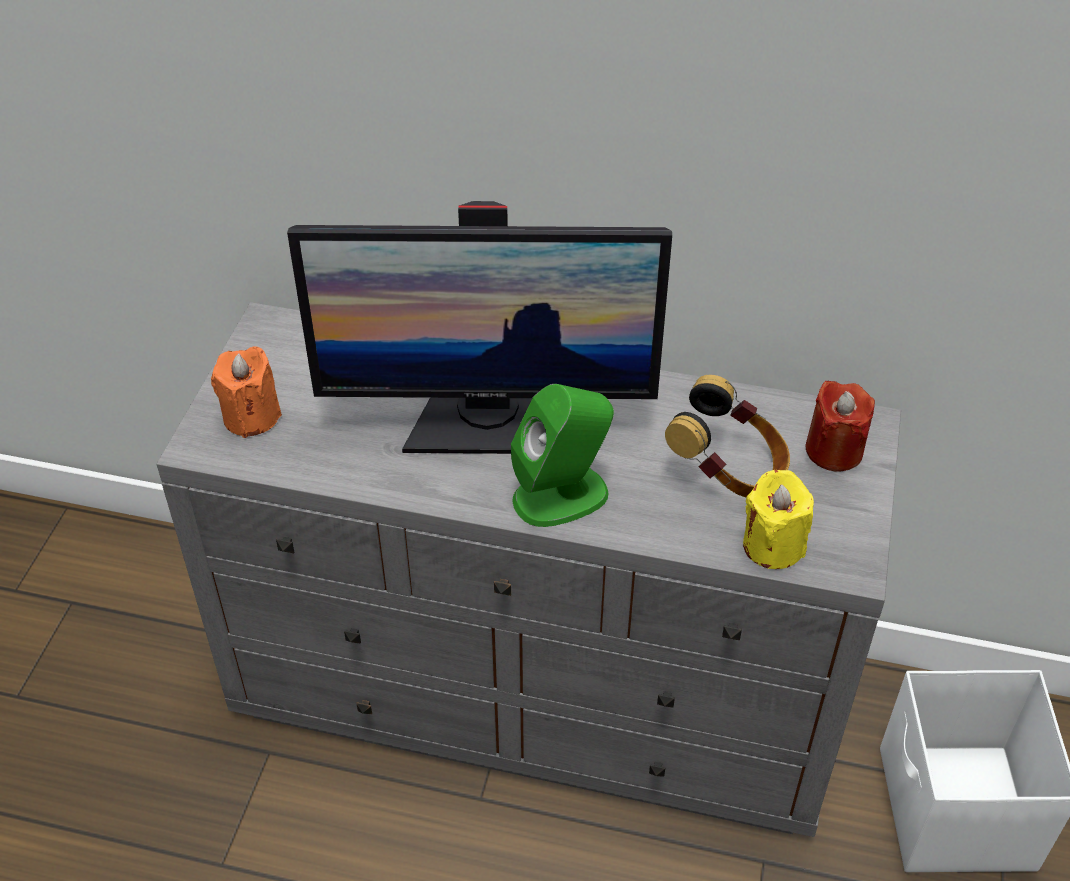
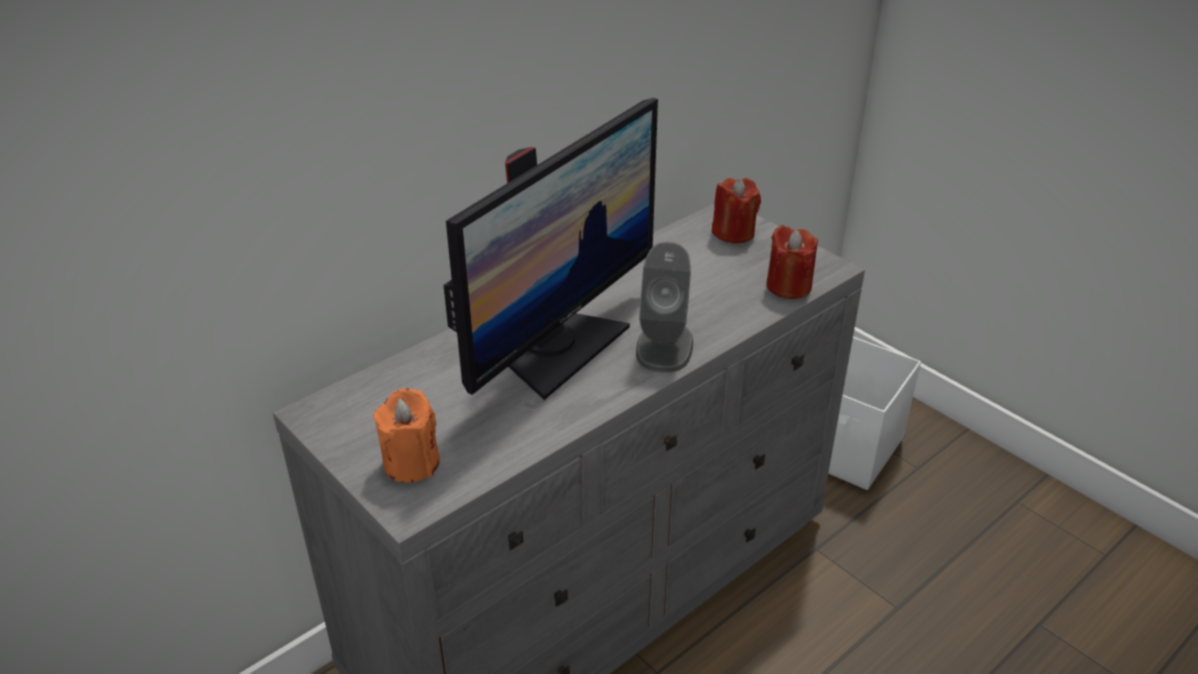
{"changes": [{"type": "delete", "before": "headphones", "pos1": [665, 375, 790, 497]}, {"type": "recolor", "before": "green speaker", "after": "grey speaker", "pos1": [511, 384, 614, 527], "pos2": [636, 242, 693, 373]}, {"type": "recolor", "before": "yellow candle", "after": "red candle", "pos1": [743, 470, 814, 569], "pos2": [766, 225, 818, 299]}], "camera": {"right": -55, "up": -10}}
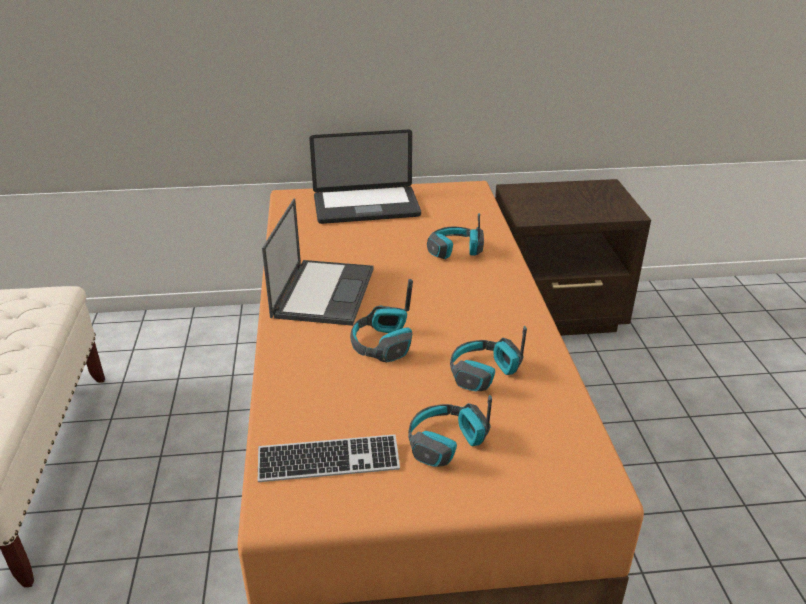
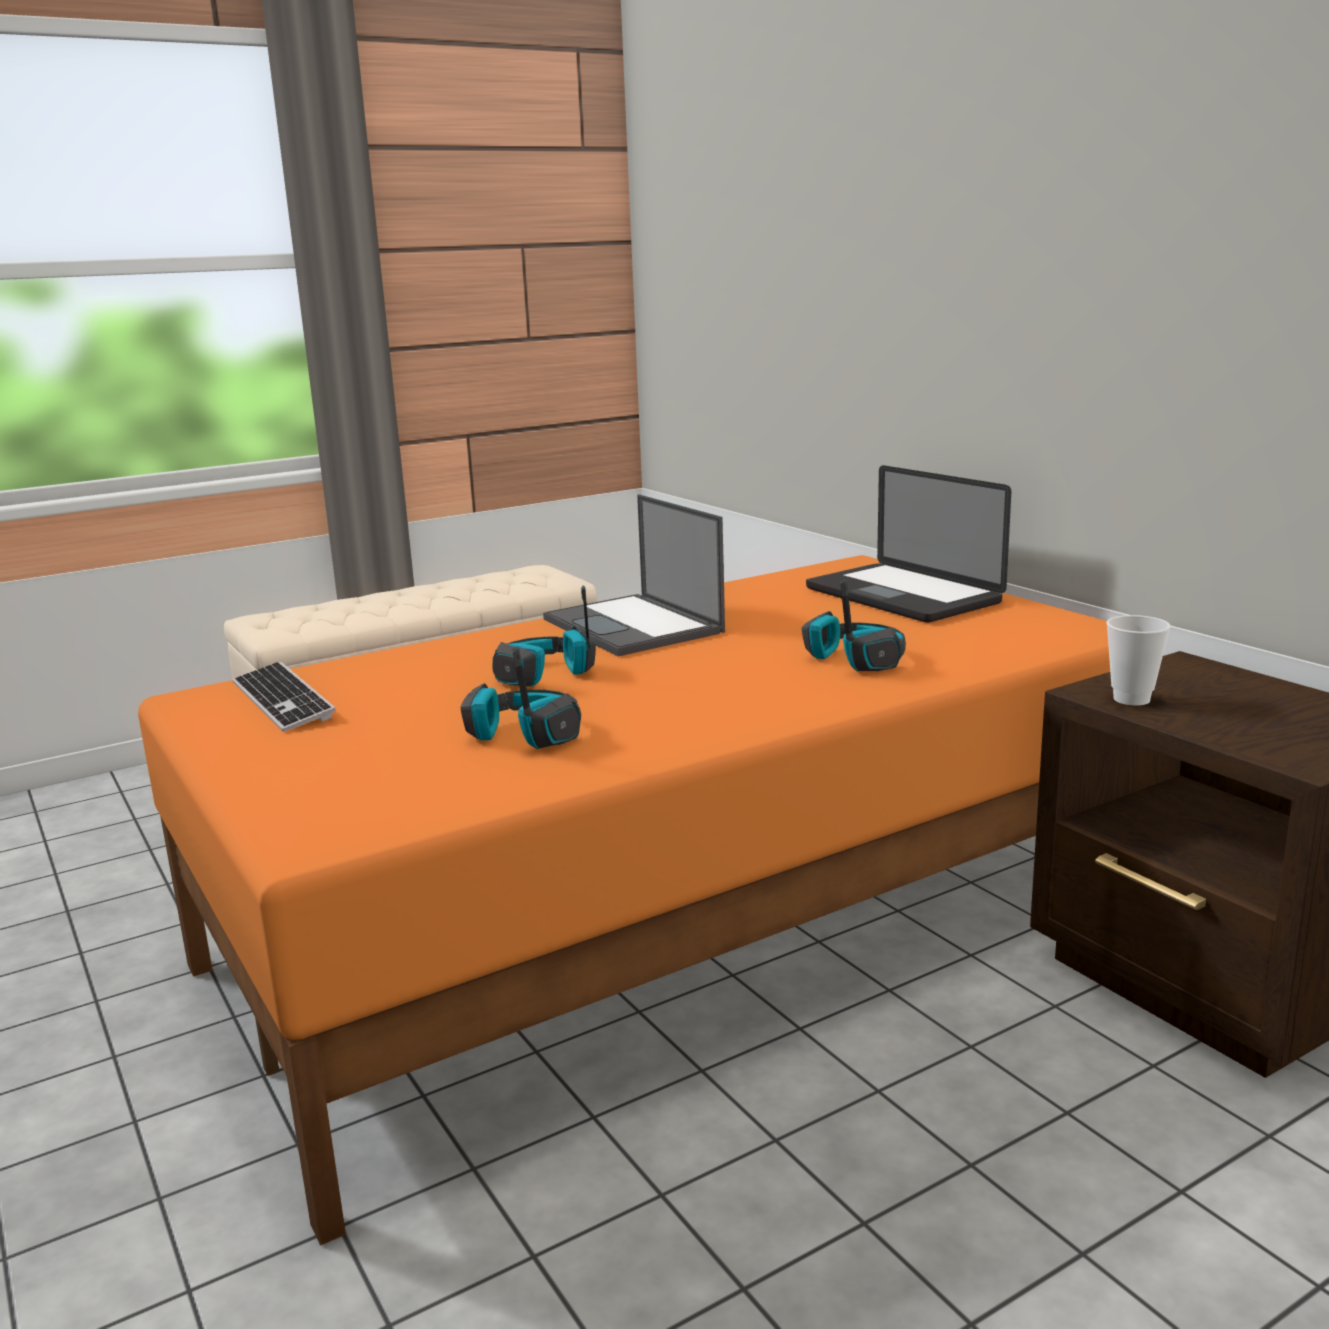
{"changes": [{"type": "delete", "before": "headphones", "pos1": [408, 395, 492, 467]}, {"type": "insert", "after": "cup", "pos2": [1106, 615, 1171, 706]}, {"type": "rotate", "before": "laptop", "pos1": [262, 199, 373, 326], "pos2": [543, 494, 725, 656], "turn": 75}], "camera": {"right": 65, "up": -15}}
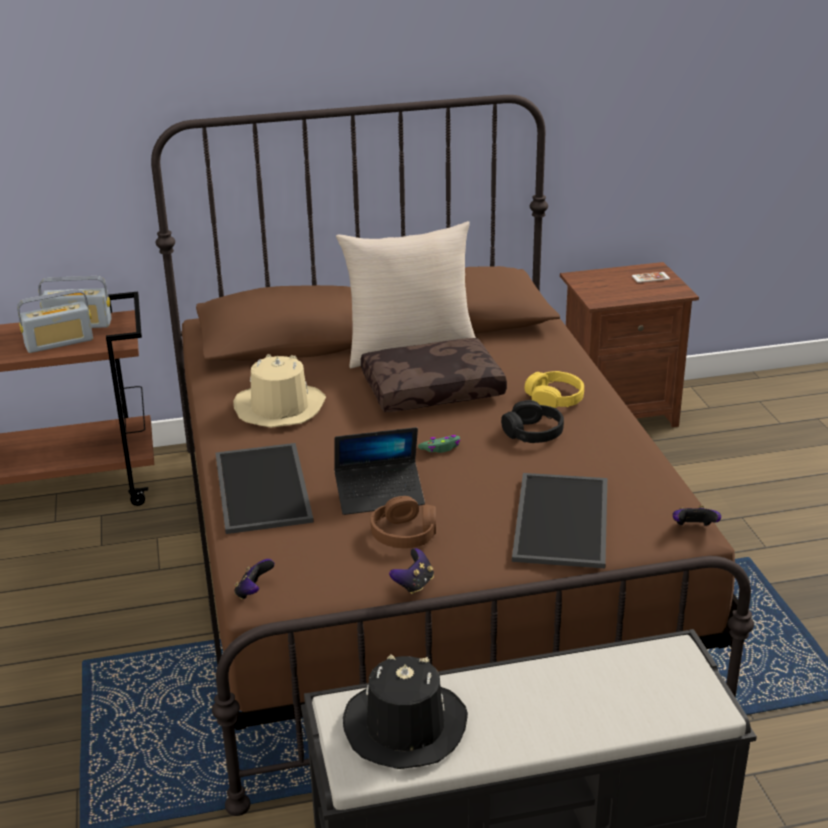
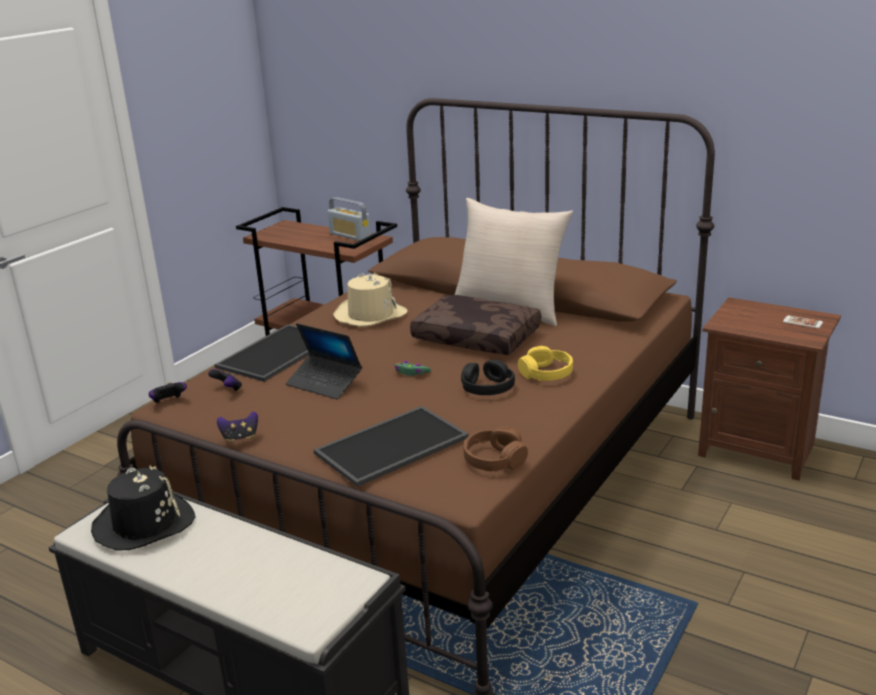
{"changes": [{"type": "delete", "before": "radio", "pos1": [17, 289, 93, 353]}, {"type": "move", "before": "brown headphones", "pos1": [370, 496, 436, 548], "pos2": [464, 427, 528, 471]}, {"type": "move", "before": "game controller", "pos1": [673, 506, 721, 526], "pos2": [208, 369, 242, 391]}], "camera": {"right": 45, "up": -5}}
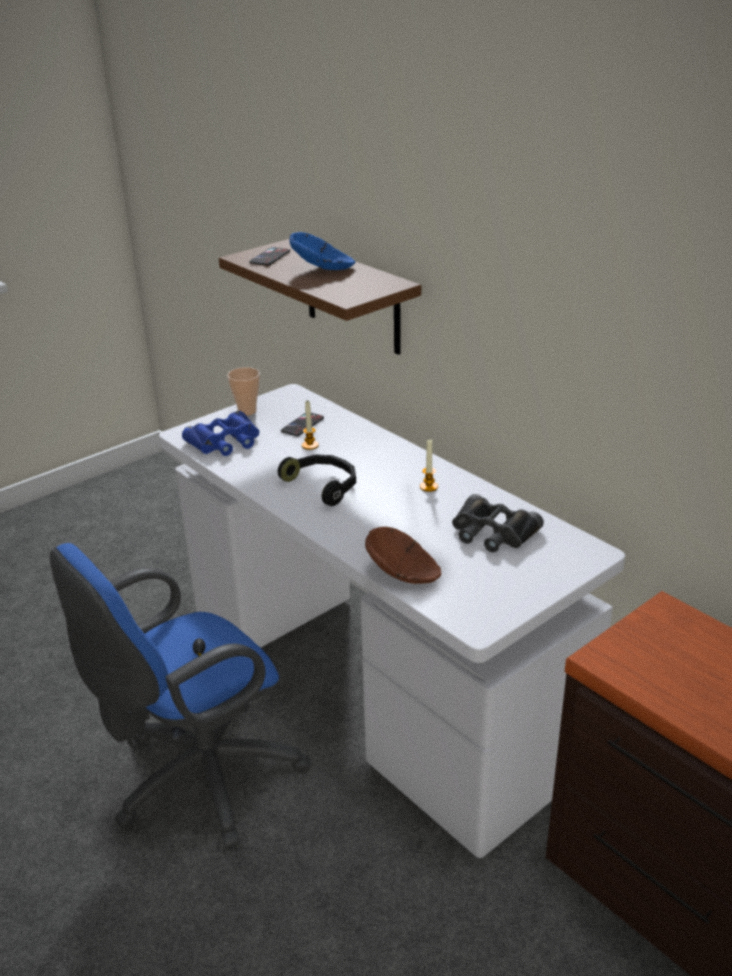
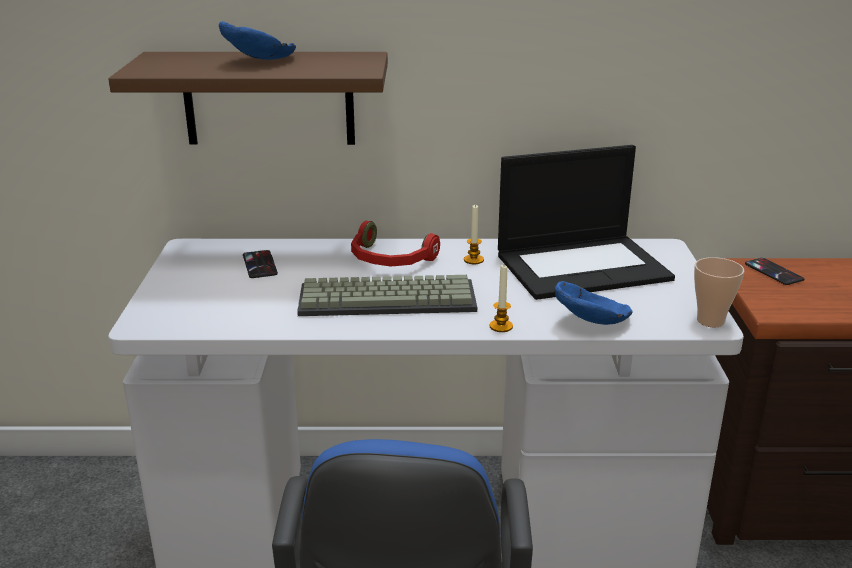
{"changes": [{"type": "delete", "before": "blue binoculars", "pos1": [182, 411, 259, 456]}, {"type": "insert", "after": "red headphones", "pos2": [351, 221, 440, 267]}, {"type": "move", "before": "cup", "pos1": [227, 367, 260, 415], "pos2": [694, 257, 744, 327]}, {"type": "move", "before": "phone", "pos1": [249, 247, 290, 265], "pos2": [745, 258, 804, 285]}, {"type": "move", "before": "candle", "pos1": [302, 400, 319, 450], "pos2": [490, 265, 513, 332]}, {"type": "replace", "before": "black headphones", "after": "keyboard", "pos1": [278, 454, 356, 506], "pos2": [297, 275, 477, 316]}, {"type": "replace", "before": "black binoculars", "after": "laptop", "pos1": [452, 494, 544, 552], "pos2": [498, 145, 675, 300]}, {"type": "recolor", "before": "brown bowl", "after": "blue bowl", "pos1": [365, 527, 441, 584], "pos2": [555, 281, 633, 325]}], "camera": {"right": -50, "up": -5}}
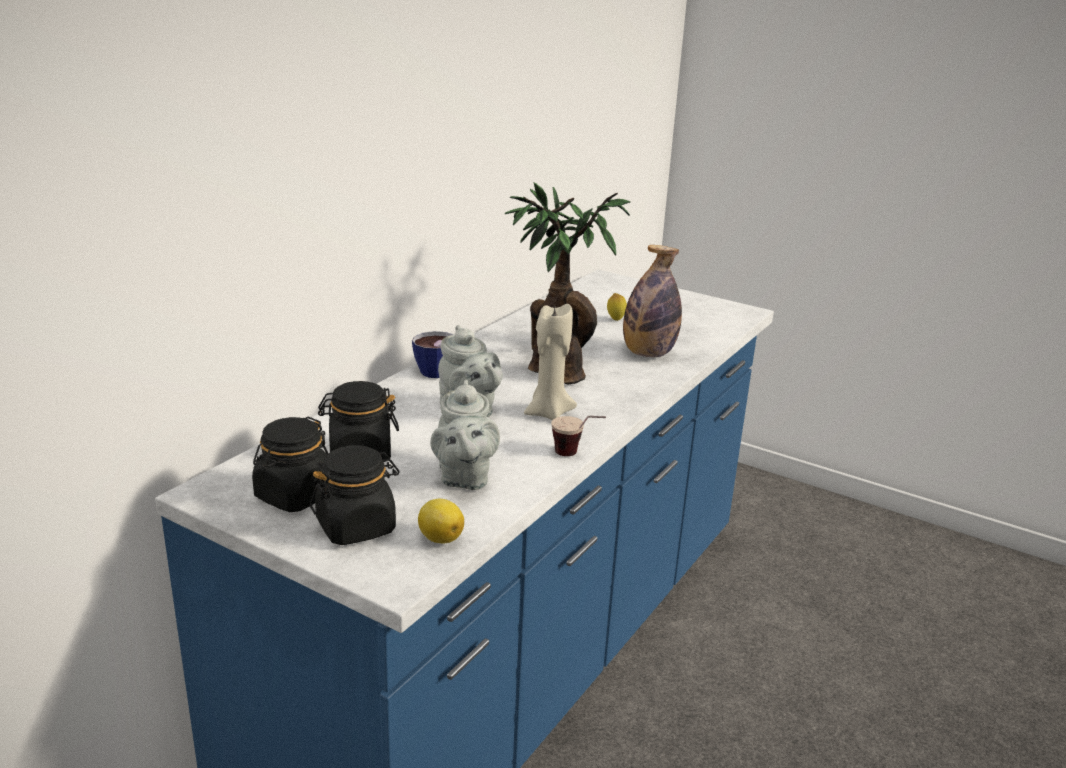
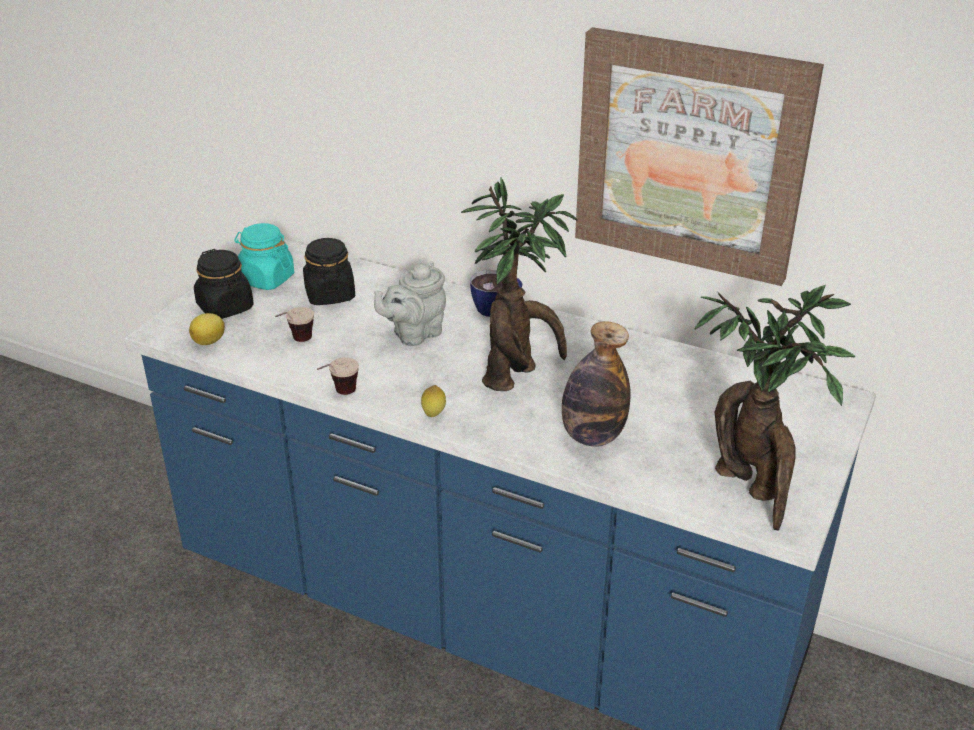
{"changes": [{"type": "delete", "before": "beige candle", "pos1": [524, 304, 577, 420]}, {"type": "insert", "after": "picture", "pos2": [575, 27, 824, 286]}, {"type": "insert", "after": "potted plant", "pos2": [694, 285, 855, 531]}, {"type": "move", "before": "lemon", "pos1": [607, 293, 627, 321], "pos2": [421, 385, 446, 417]}, {"type": "replace", "before": "grey teapot", "after": "cup", "pos1": [430, 380, 500, 490], "pos2": [275, 307, 314, 342]}, {"type": "recolor", "before": "black jar", "after": "turquoise jar", "pos1": [252, 417, 328, 512], "pos2": [235, 223, 294, 290]}], "camera": {"right": 85, "up": 10}}
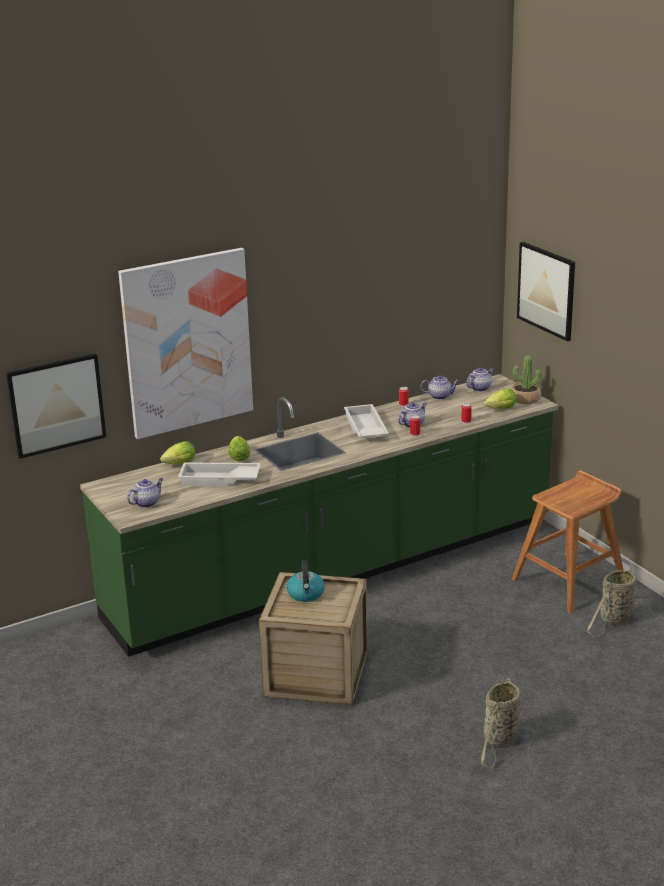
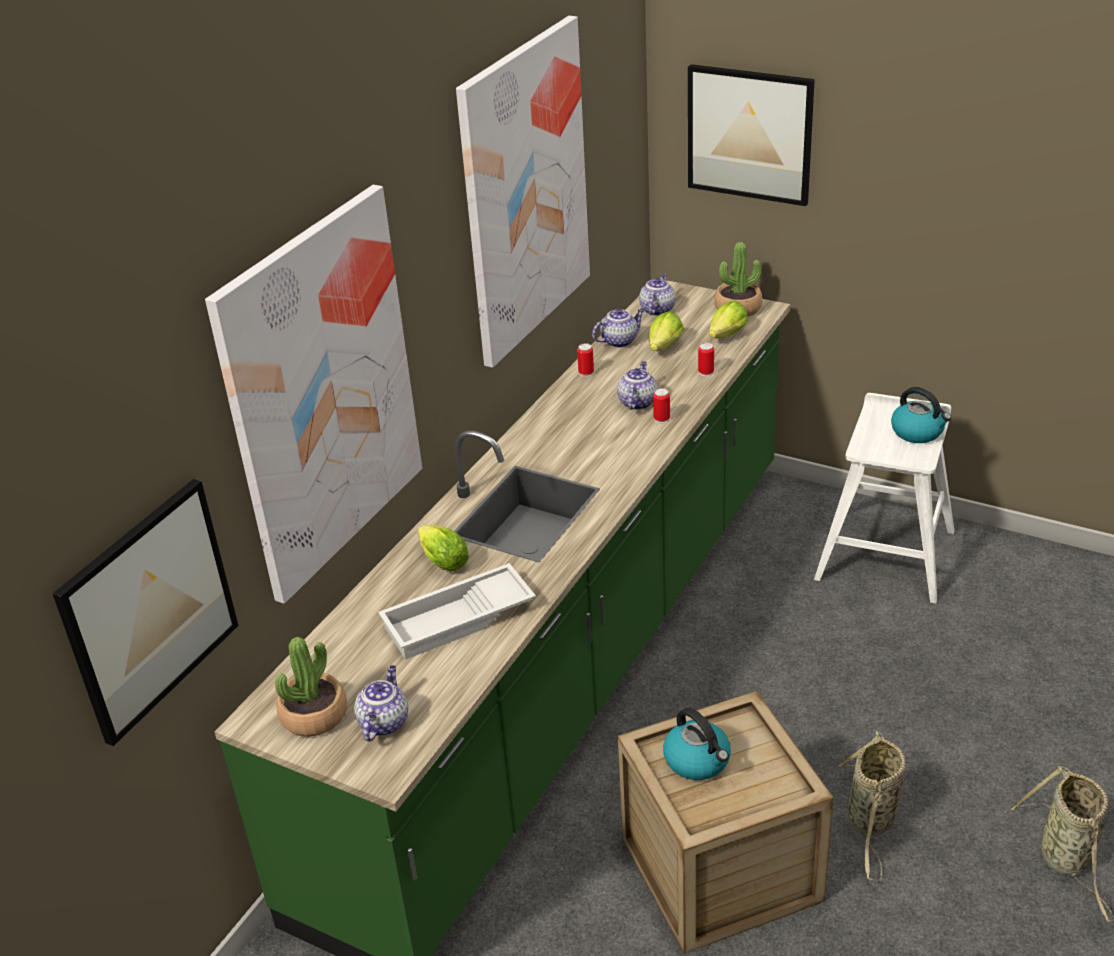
{"changes": [{"type": "delete", "before": "white tray", "pos1": [344, 404, 389, 439]}, {"type": "insert", "after": "potted plant", "pos2": [275, 637, 347, 737]}, {"type": "insert", "after": "picture", "pos2": [456, 16, 590, 368]}, {"type": "insert", "after": "kettle", "pos2": [891, 387, 951, 443]}, {"type": "move", "before": "lettuce", "pos1": [160, 441, 195, 464], "pos2": [649, 312, 684, 351]}, {"type": "move", "before": "basket", "pos1": [587, 568, 637, 637], "pos2": [838, 731, 906, 881]}, {"type": "recolor", "before": "brown stool", "after": "white stool", "pos1": [512, 470, 624, 613], "pos2": [814, 393, 955, 603]}], "camera": {"right": -30, "up": 10}}
